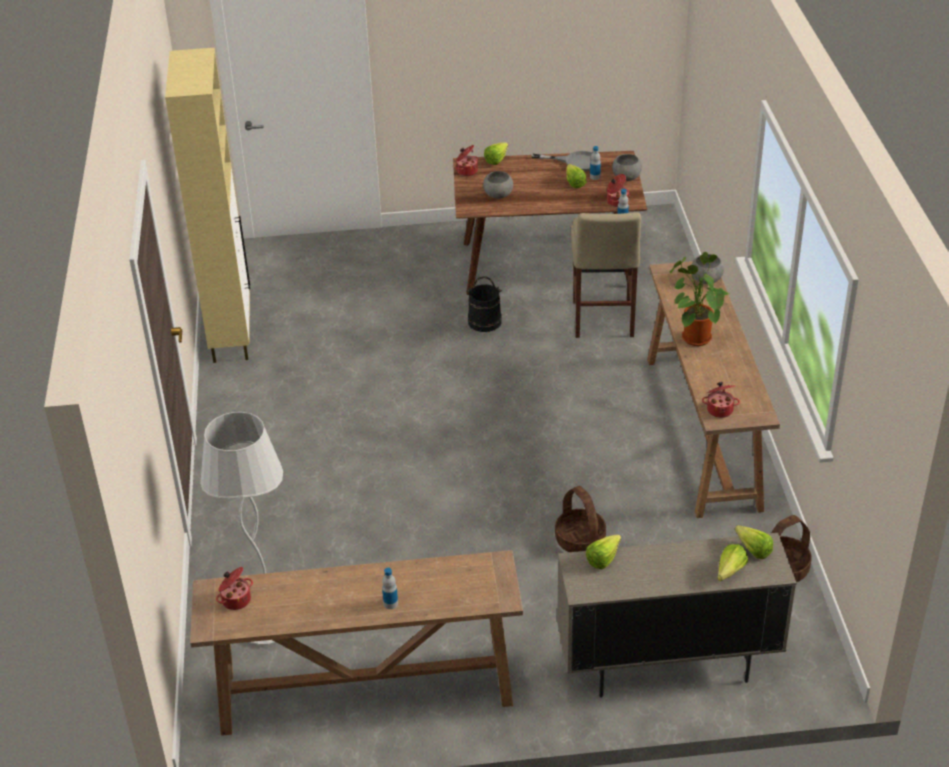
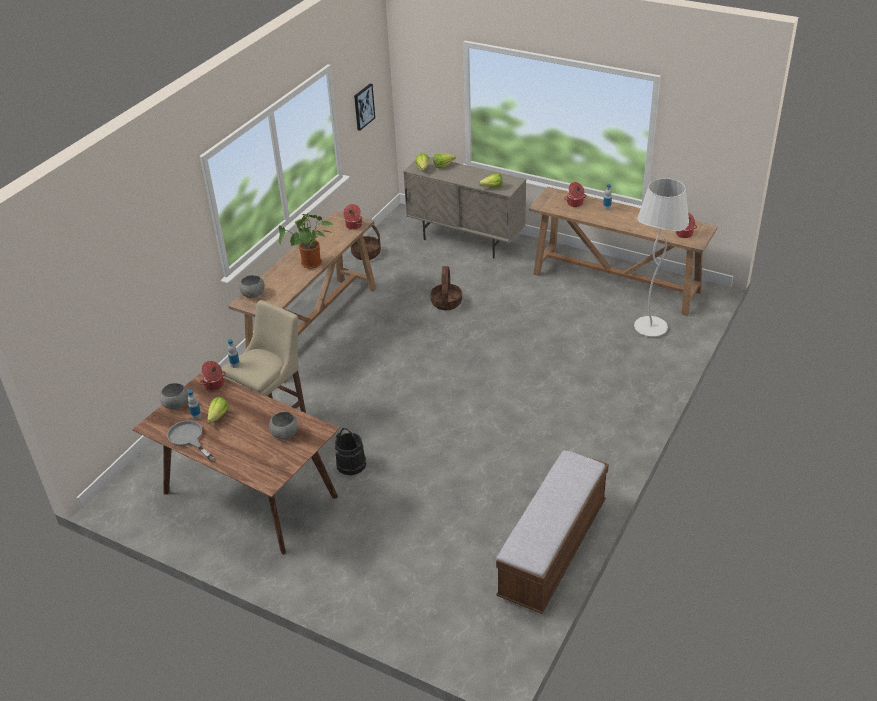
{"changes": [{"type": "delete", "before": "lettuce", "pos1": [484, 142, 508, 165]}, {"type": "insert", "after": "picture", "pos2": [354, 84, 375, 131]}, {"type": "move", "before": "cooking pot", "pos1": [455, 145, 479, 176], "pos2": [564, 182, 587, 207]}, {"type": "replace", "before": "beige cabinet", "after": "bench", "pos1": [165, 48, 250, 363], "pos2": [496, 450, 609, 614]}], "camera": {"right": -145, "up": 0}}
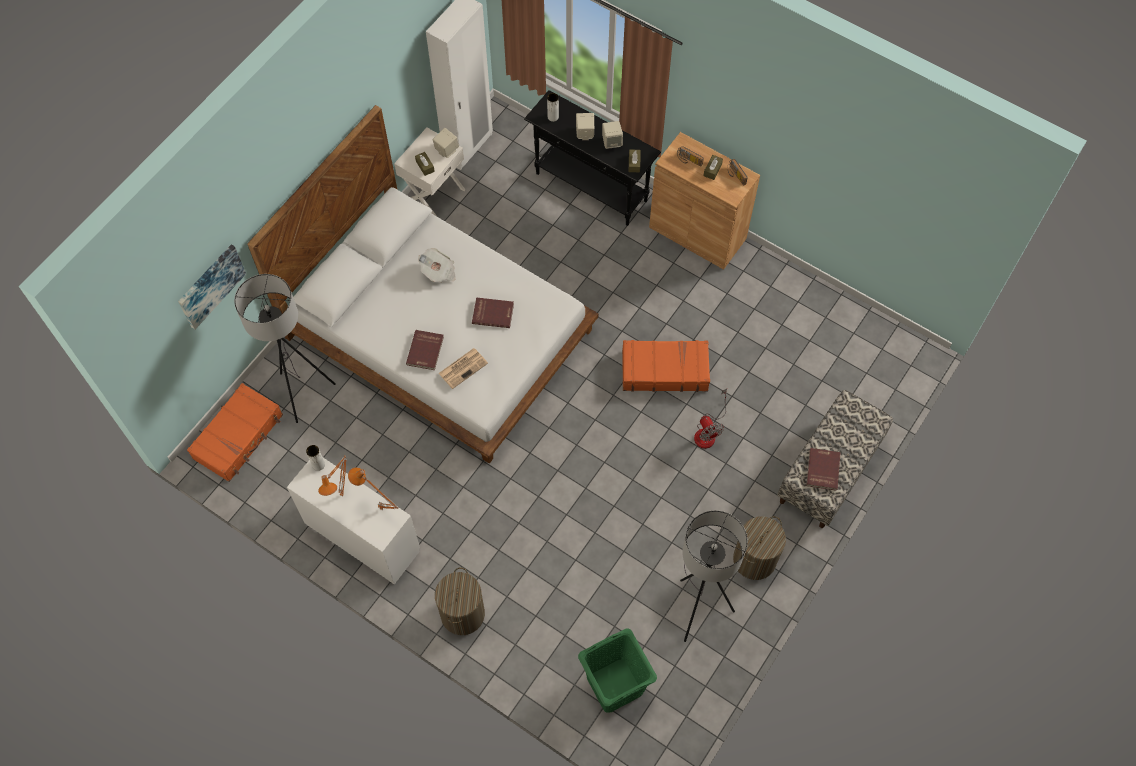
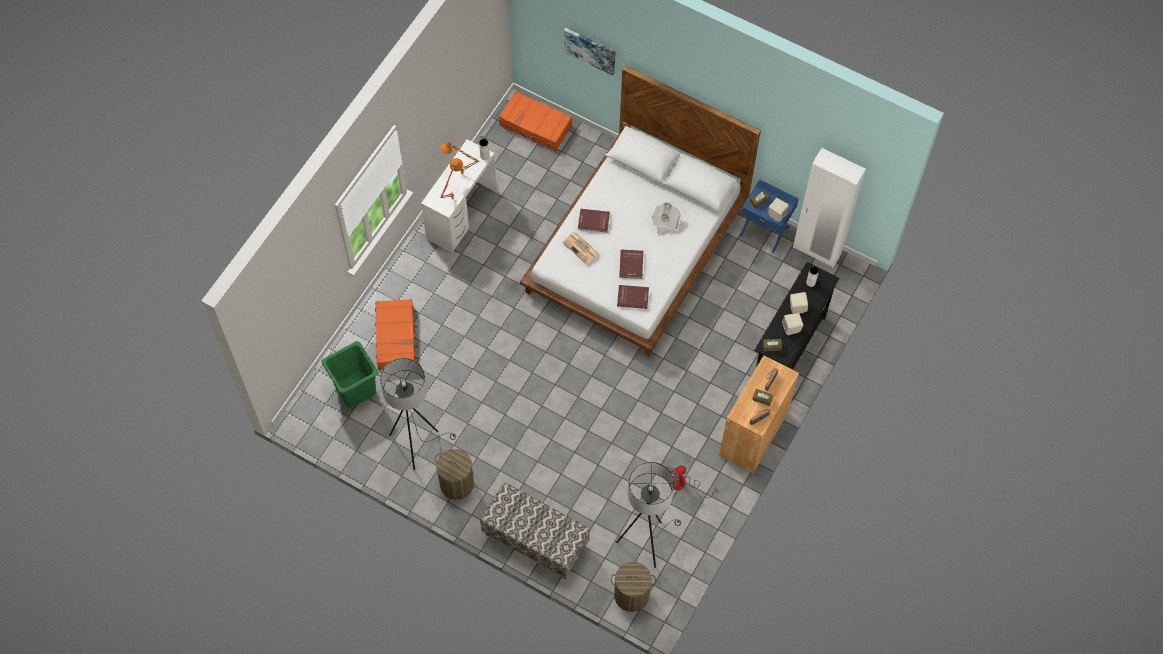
{"changes": [{"type": "move", "before": "grey floor lamp", "pos1": [234, 274, 336, 423], "pos2": [616, 462, 681, 568]}, {"type": "move", "before": "laundry basket", "pos1": [435, 567, 485, 635], "pos2": [611, 562, 656, 612]}, {"type": "move", "before": "orange suitcase", "pos1": [622, 340, 710, 392], "pos2": [375, 299, 418, 370]}, {"type": "move", "before": "fan", "pos1": [694, 389, 727, 449], "pos2": [666, 465, 718, 498]}, {"type": "move", "before": "red book", "pos1": [806, 448, 840, 490], "pos2": [617, 285, 649, 309]}, {"type": "recolor", "before": "white nightstand", "after": "blue nightstand", "pos1": [394, 127, 466, 216], "pos2": [740, 179, 799, 253]}], "camera": {"right": 85, "up": 0}}
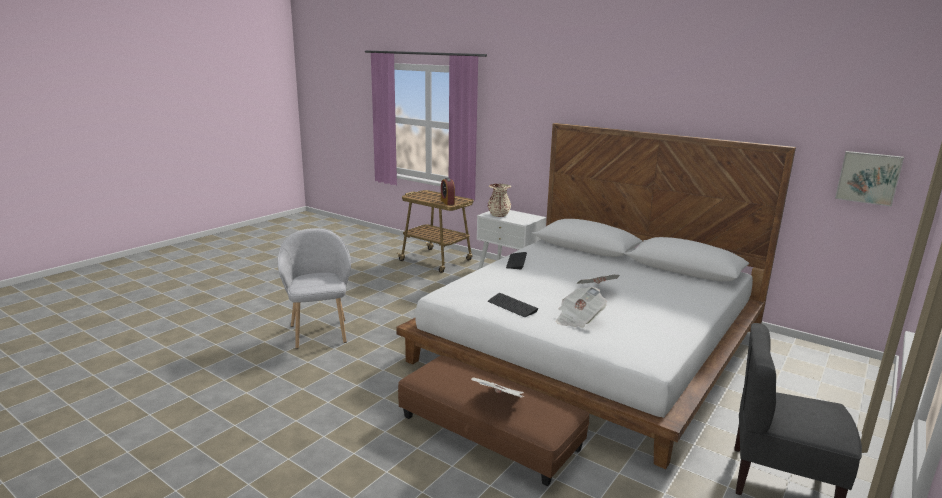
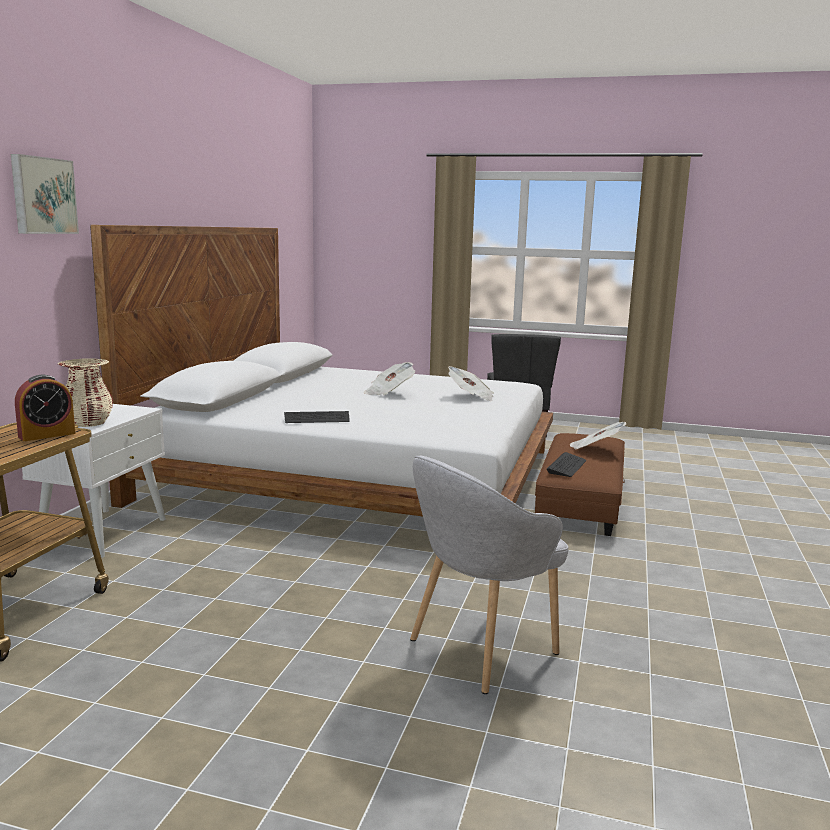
{"changes": [{"type": "move", "before": "keyboard", "pos1": [488, 293, 539, 317], "pos2": [547, 452, 586, 477]}, {"type": "move", "before": "picture", "pos1": [835, 151, 904, 207], "pos2": [11, 154, 79, 234]}], "camera": {"right": -110, "up": -5}}
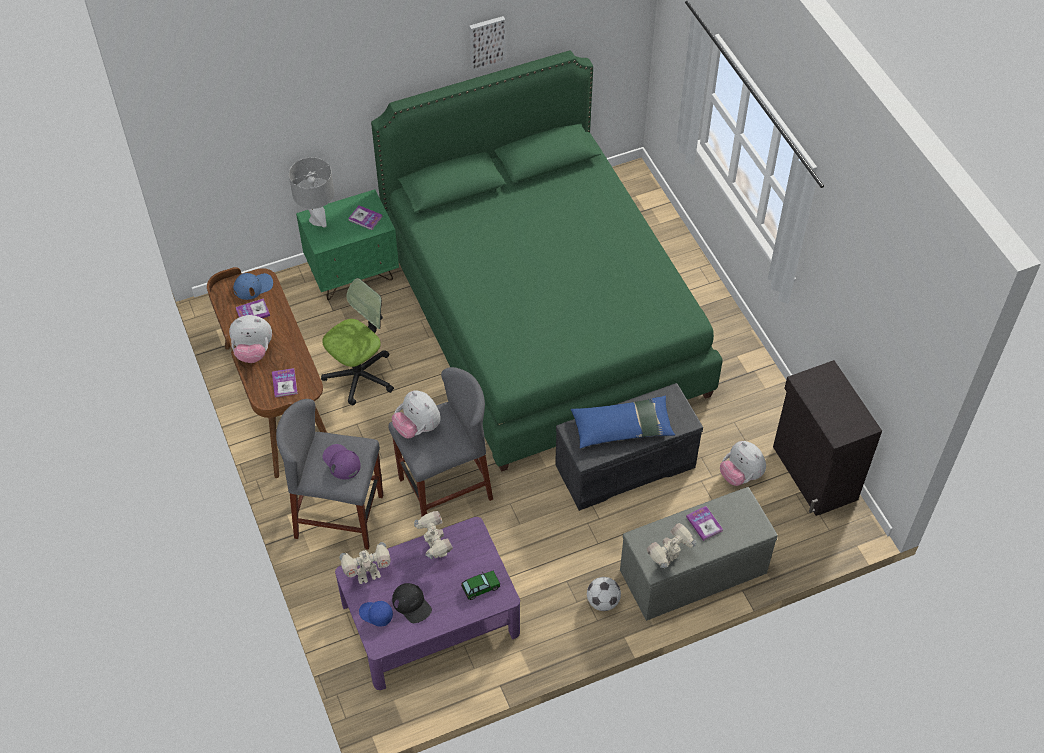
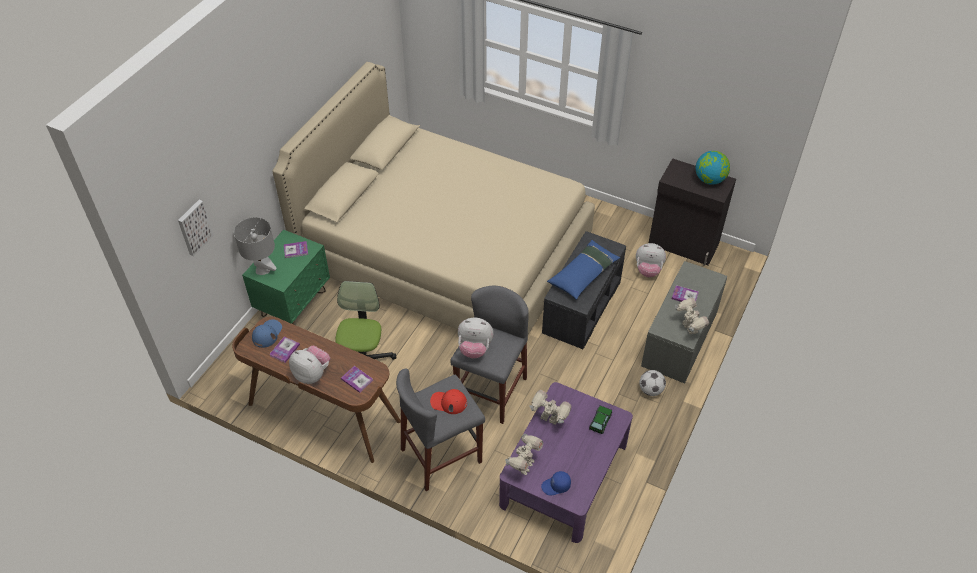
{"changes": [{"type": "delete", "before": "black cap", "pos1": [392, 583, 432, 623]}, {"type": "insert", "after": "globe", "pos2": [696, 151, 730, 185]}, {"type": "move", "before": "picture", "pos1": [469, 16, 506, 71], "pos2": [178, 200, 214, 256]}, {"type": "recolor", "before": "purple cap", "after": "red cap", "pos1": [323, 444, 361, 479], "pos2": [430, 389, 467, 414]}, {"type": "recolor", "before": "green bed", "after": "beige bed", "pos1": [371, 50, 723, 472], "pos2": [272, 62, 595, 334]}, {"type": "rotate", "before": "plush toy", "pos1": [229, 315, 272, 363], "pos2": [289, 346, 331, 384], "turn": -105}, {"type": "rotate", "before": "toy robot", "pos1": [646, 523, 697, 569], "pos2": [675, 298, 709, 334], "turn": 150}], "camera": {"right": -40, "up": -5}}
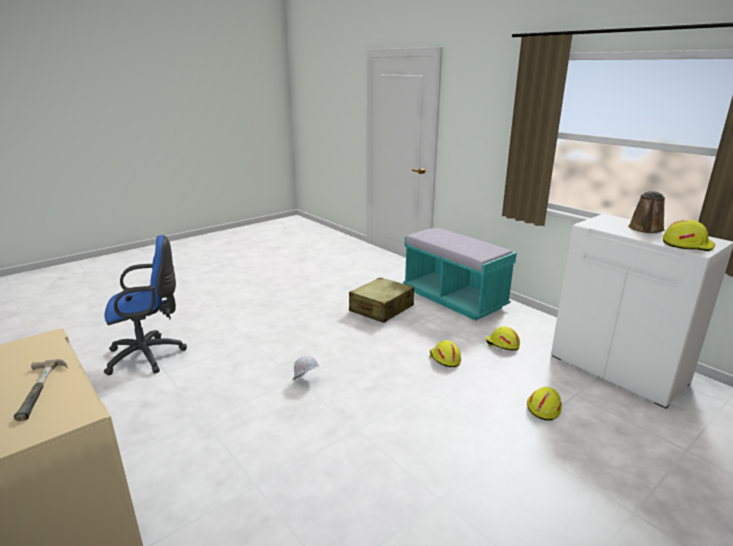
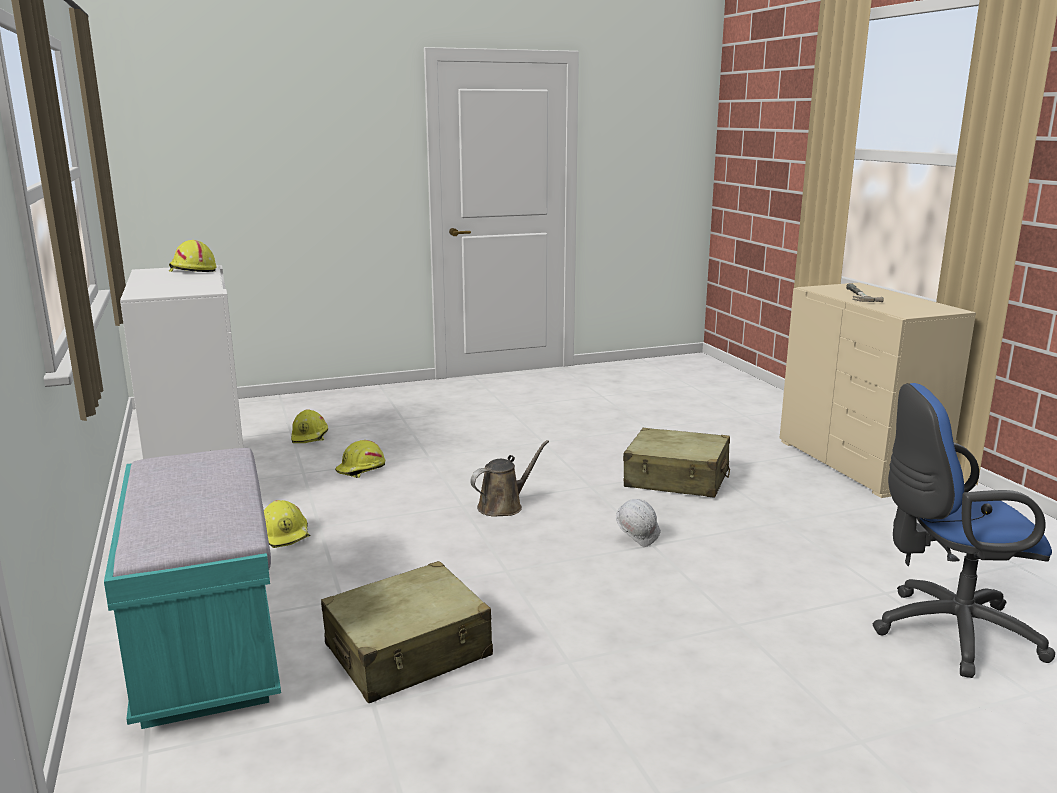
{"changes": [{"type": "insert", "after": "beige suitcase", "pos2": [623, 428, 730, 498]}, {"type": "move", "before": "yellow hard hat", "pos1": [430, 340, 461, 367], "pos2": [291, 409, 328, 443]}, {"type": "move", "before": "brown watering can", "pos1": [628, 191, 665, 233], "pos2": [470, 440, 549, 517]}], "camera": {"right": -160, "up": -5}}
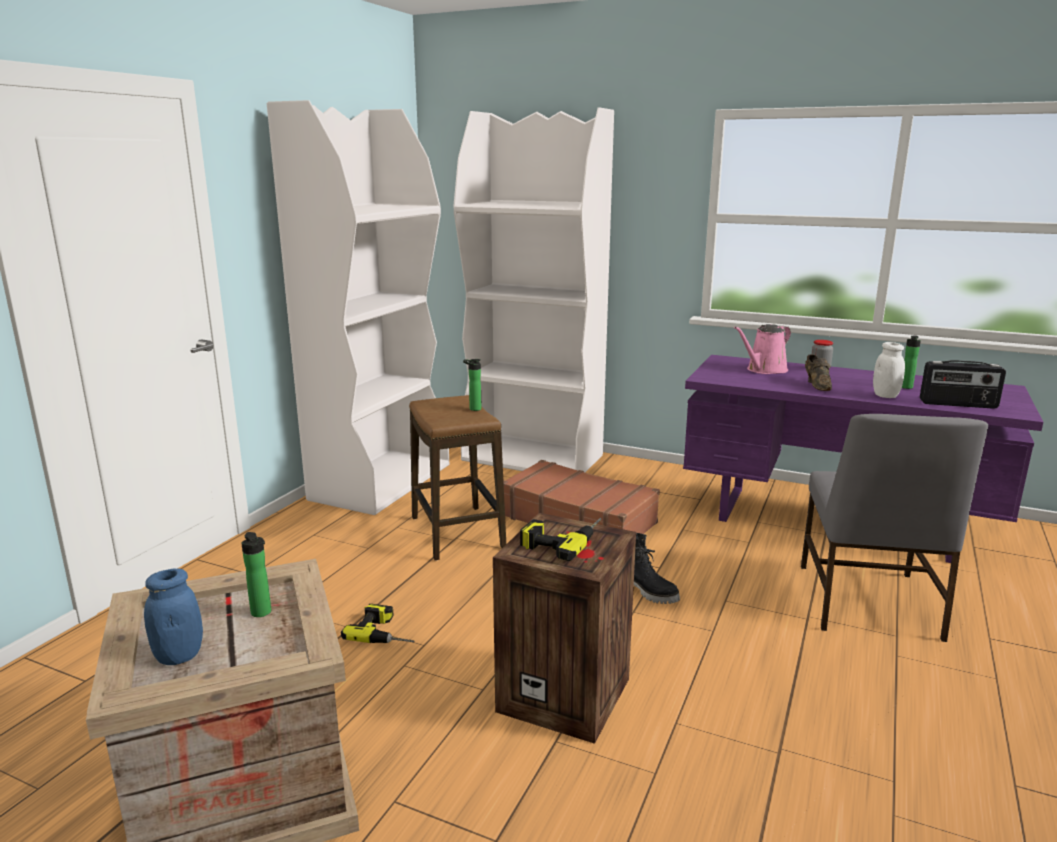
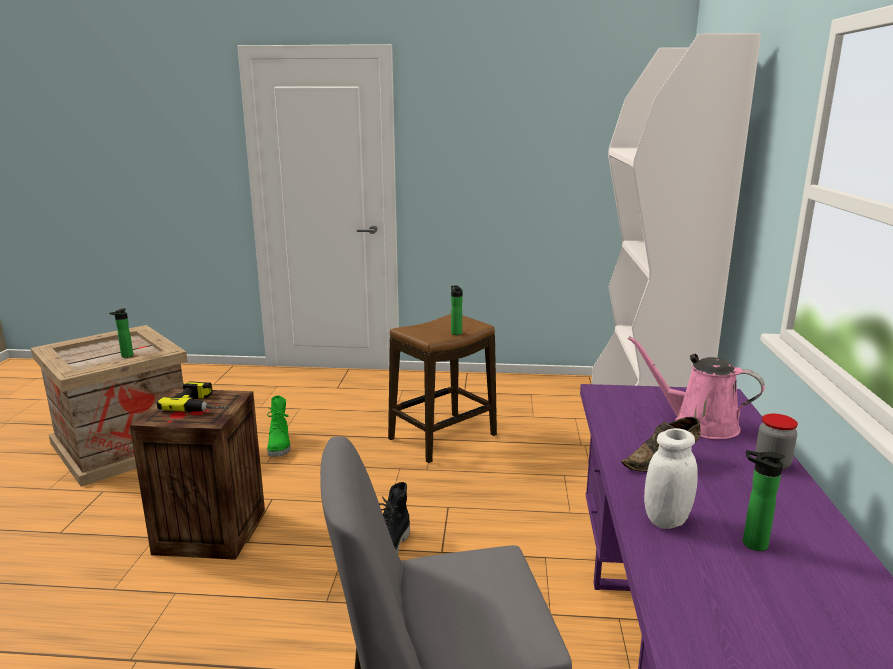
{"changes": [{"type": "delete", "before": "blue jar", "pos1": [144, 569, 203, 665]}, {"type": "delete", "before": "white bookcase", "pos1": [267, 100, 449, 515]}, {"type": "delete", "before": "brown suitcase", "pos1": [503, 460, 660, 534]}, {"type": "delete", "before": "radio", "pos1": [920, 360, 1006, 409]}, {"type": "replace", "before": "power drill", "after": "green boot", "pos1": [341, 604, 414, 643], "pos2": [267, 395, 291, 457]}], "camera": {"right": 70, "up": 0}}
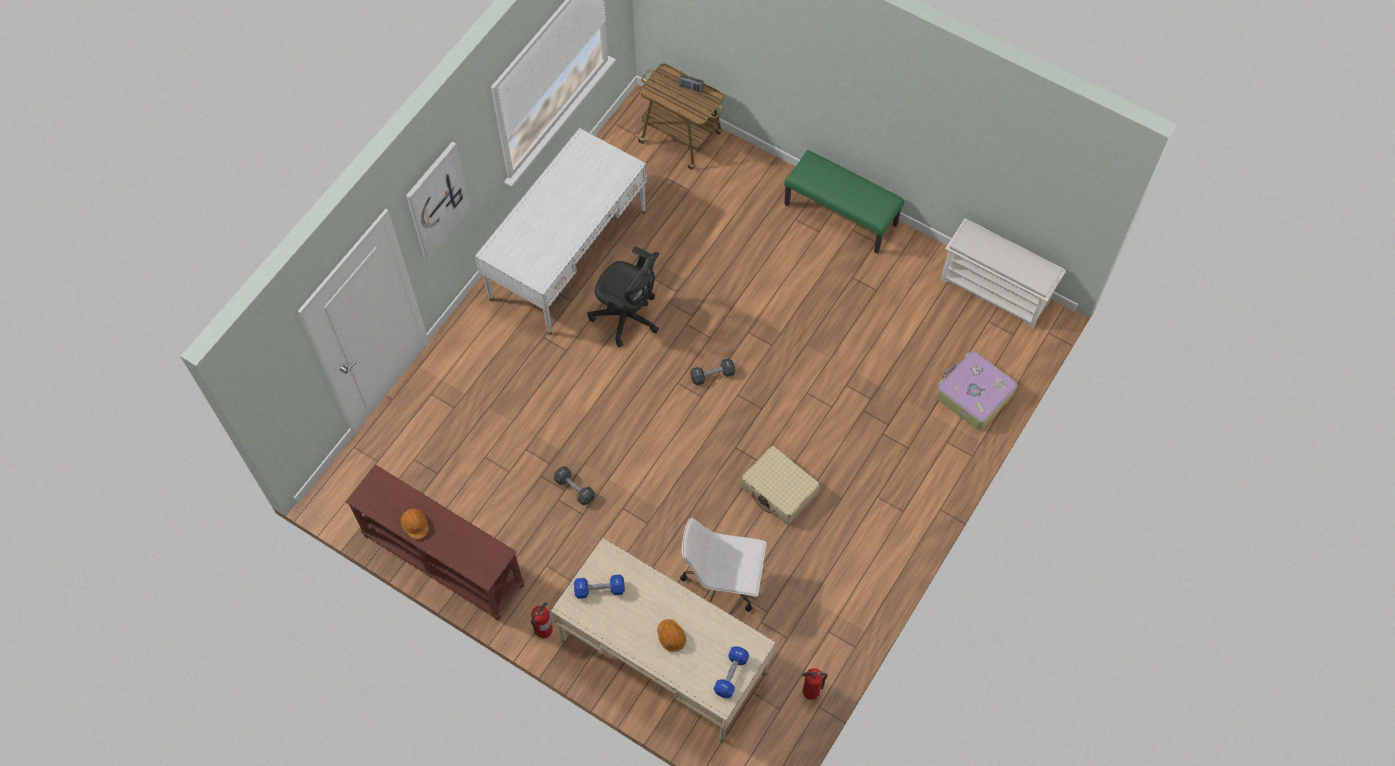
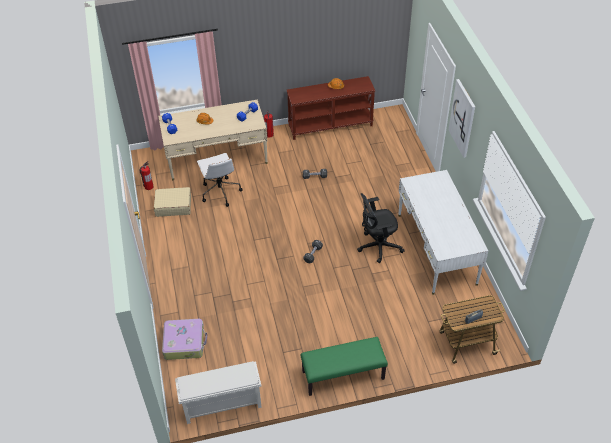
{"changes": [{"type": "move", "before": "beige suitcase", "pos1": [741, 446, 820, 525], "pos2": [154, 187, 191, 217]}, {"type": "rotate", "before": "white office chair", "pos1": [680, 518, 766, 612], "pos2": [197, 153, 243, 207], "turn": 105}], "camera": {"right": 135, "up": -15}}
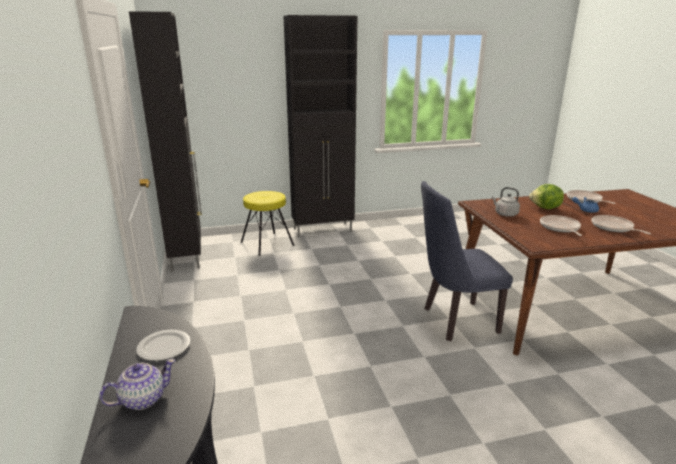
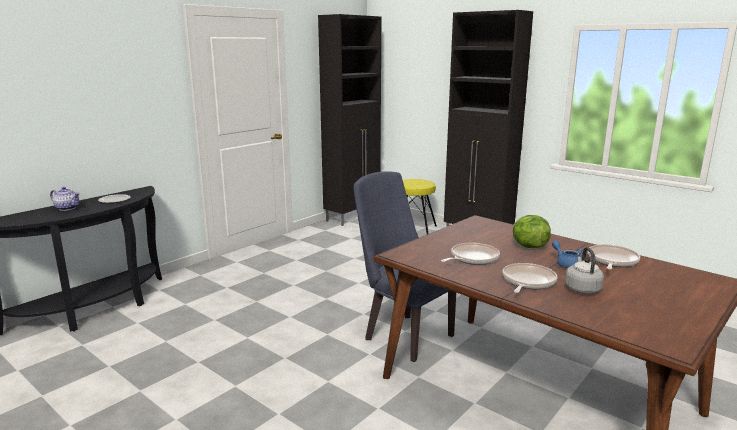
{"changes": [{"type": "move", "before": "grey kettle", "pos1": [492, 187, 520, 217], "pos2": [565, 247, 604, 294]}], "camera": {"right": 55, "up": -5}}
